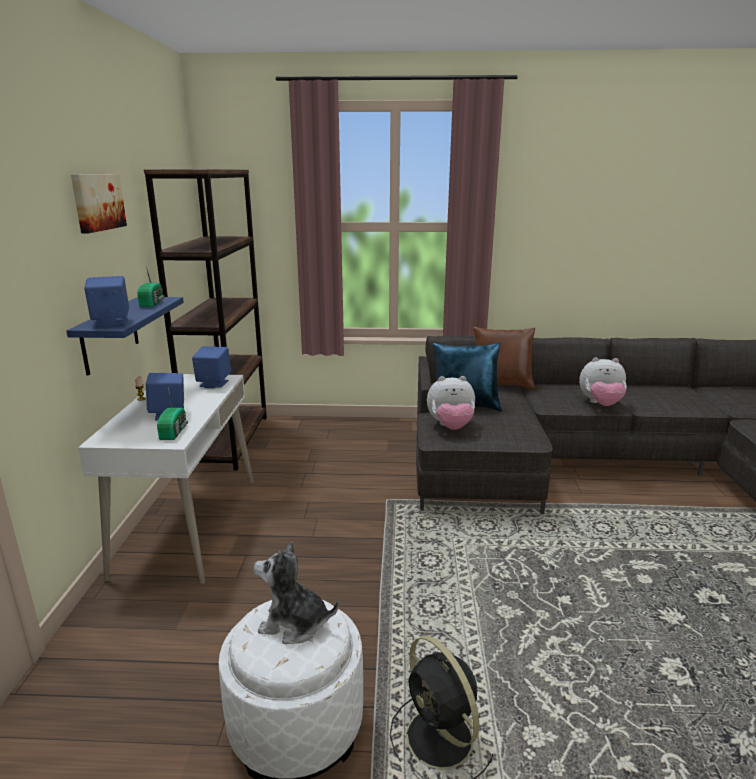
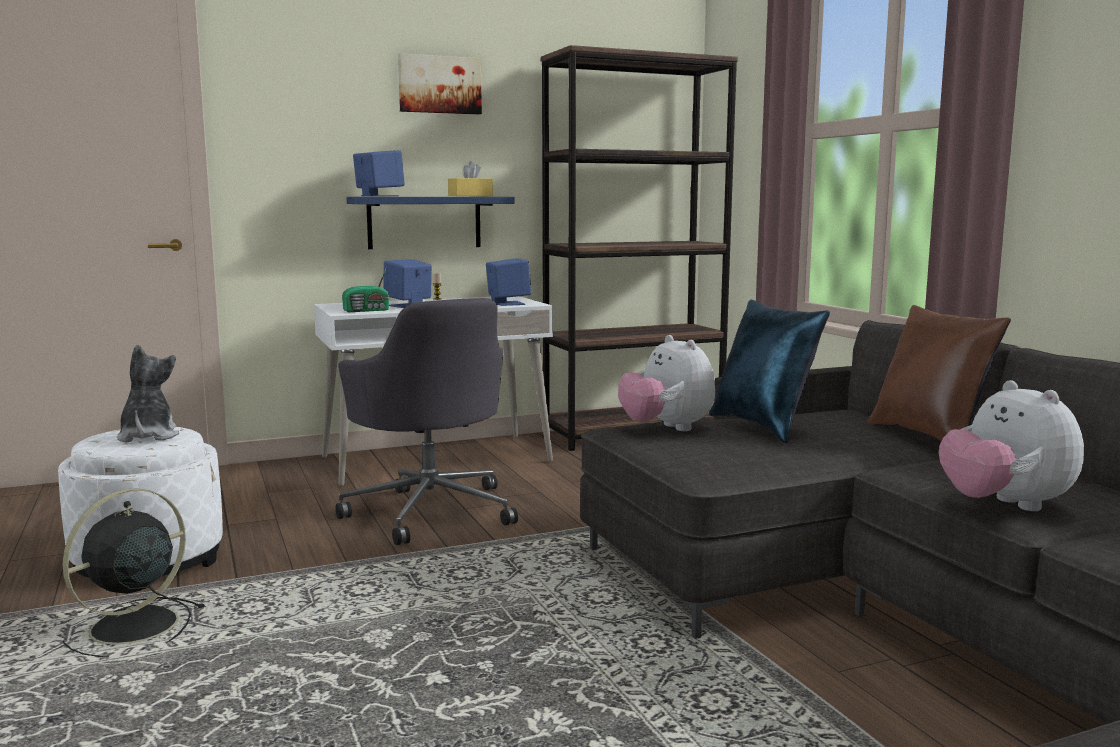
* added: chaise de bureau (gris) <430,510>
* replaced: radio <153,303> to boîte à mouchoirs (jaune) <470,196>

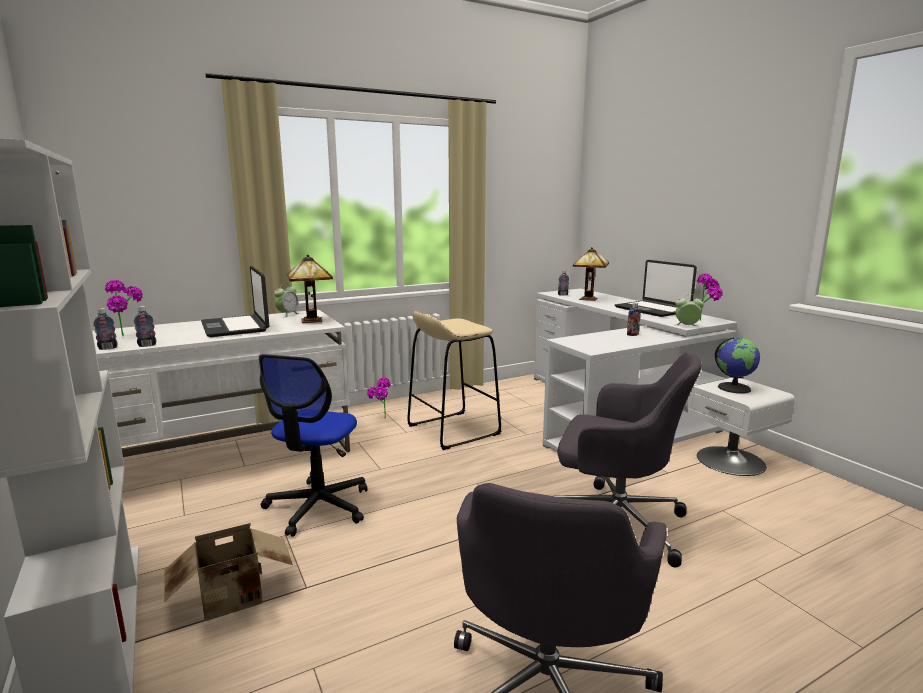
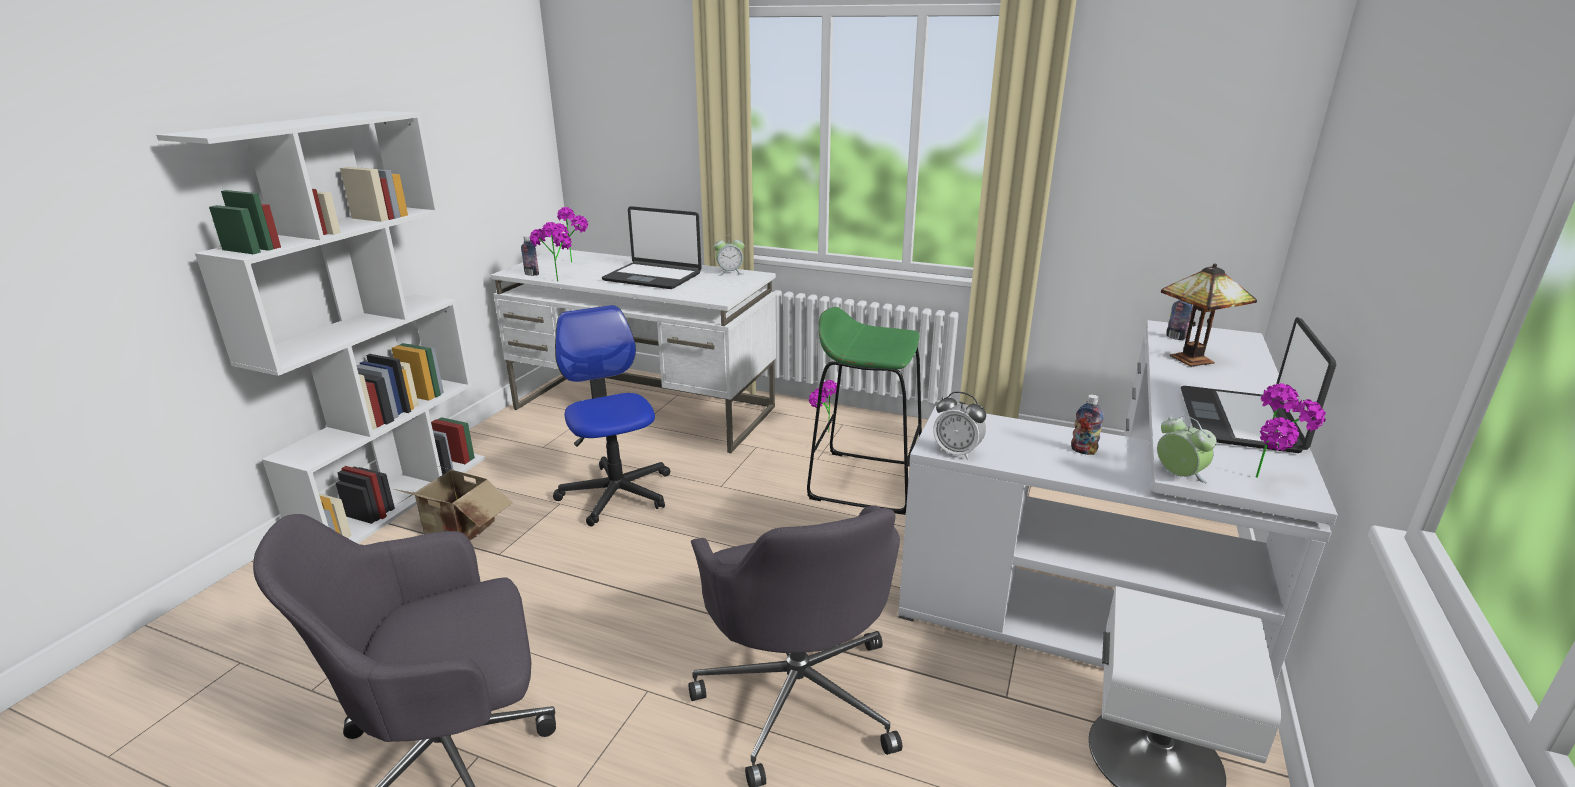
* removed: lampe de table <313,320>
* removed: globe <734,388>
* added: réveil <957,452>
* replaced: bouteille <147,345> to plante en pot <555,279>
* recoloured: tabouret (beige) <453,430> to tabouret (vert) <865,481>
* turned: ordinateur portable <236,327> = <653,277> 90 degrees counterclockwise
* turned: chaise de bureau <318,507> = <616,493> 90 degrees clockwise

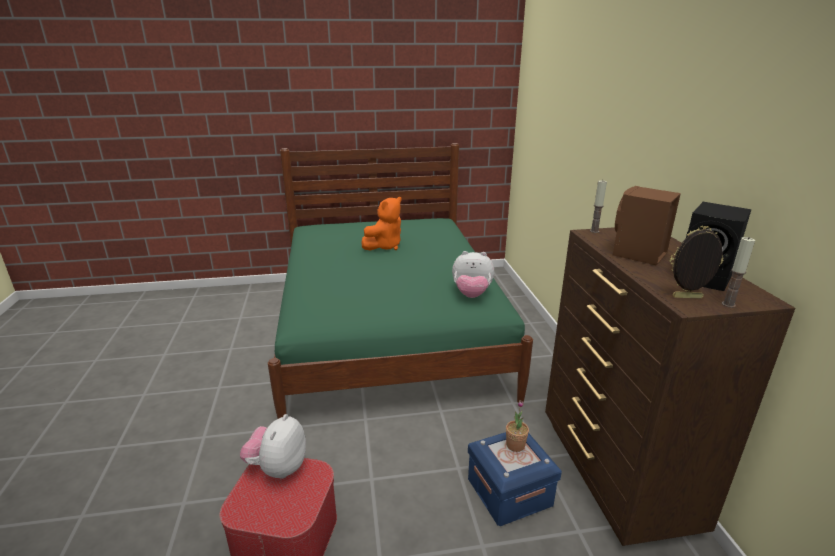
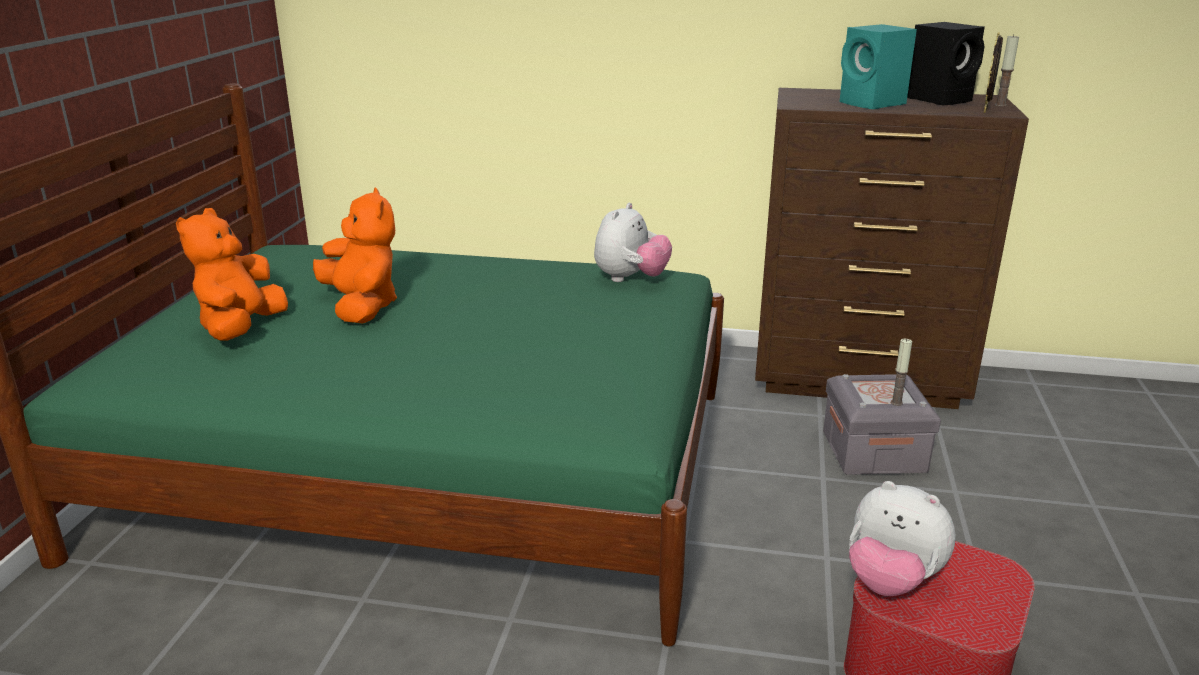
* removed: plante en pot <515,445>
* added: peluche (orange) <241,329>
* moved: bougie <594,231> to <896,402>
* recoloured: boîte de rangement (bleu) <509,492> to boîte de rangement (gris) <873,452>
* recoloured: enceinte (marron) <638,255> to enceinte (turquoise) <873,104>

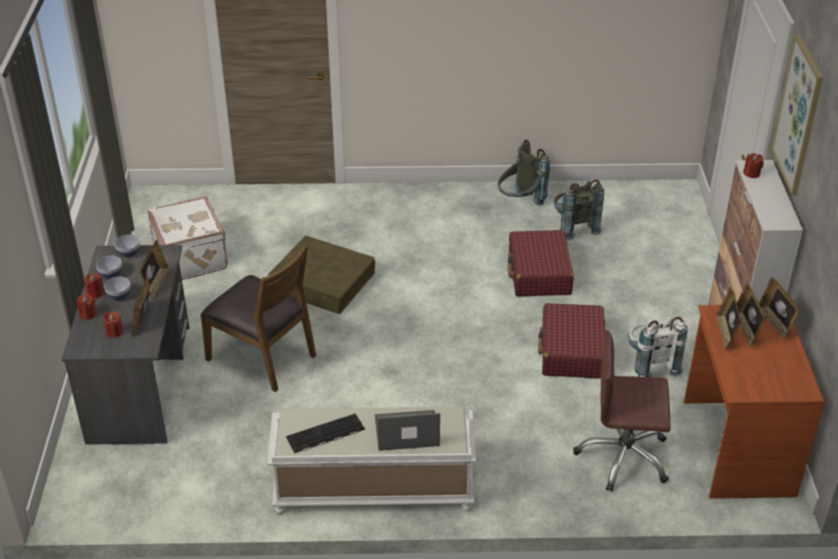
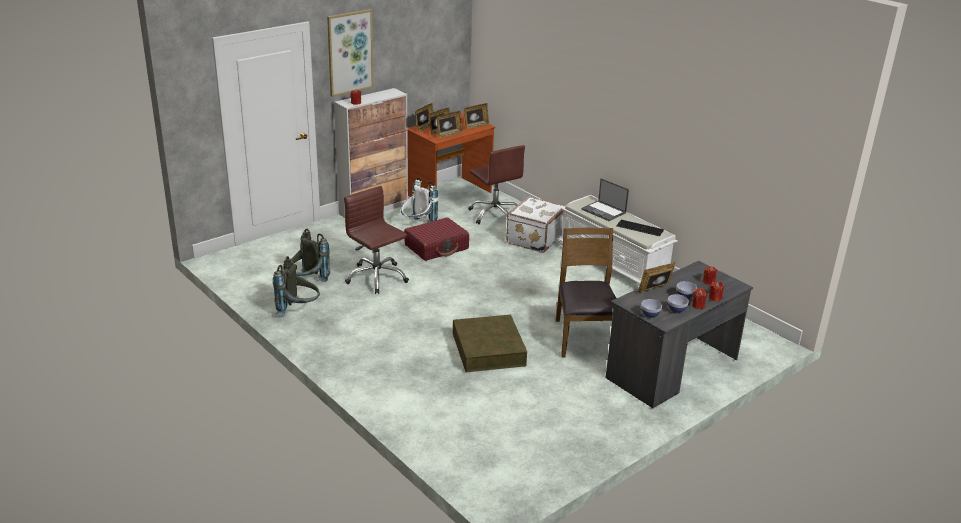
* moved: cadre photo <143,320> to <475,126>
* moved: valise (blanc) <192,257> to <534,239>
* replaced: valise (rouge) <539,273> to chaise de bureau (marron) <376,277>

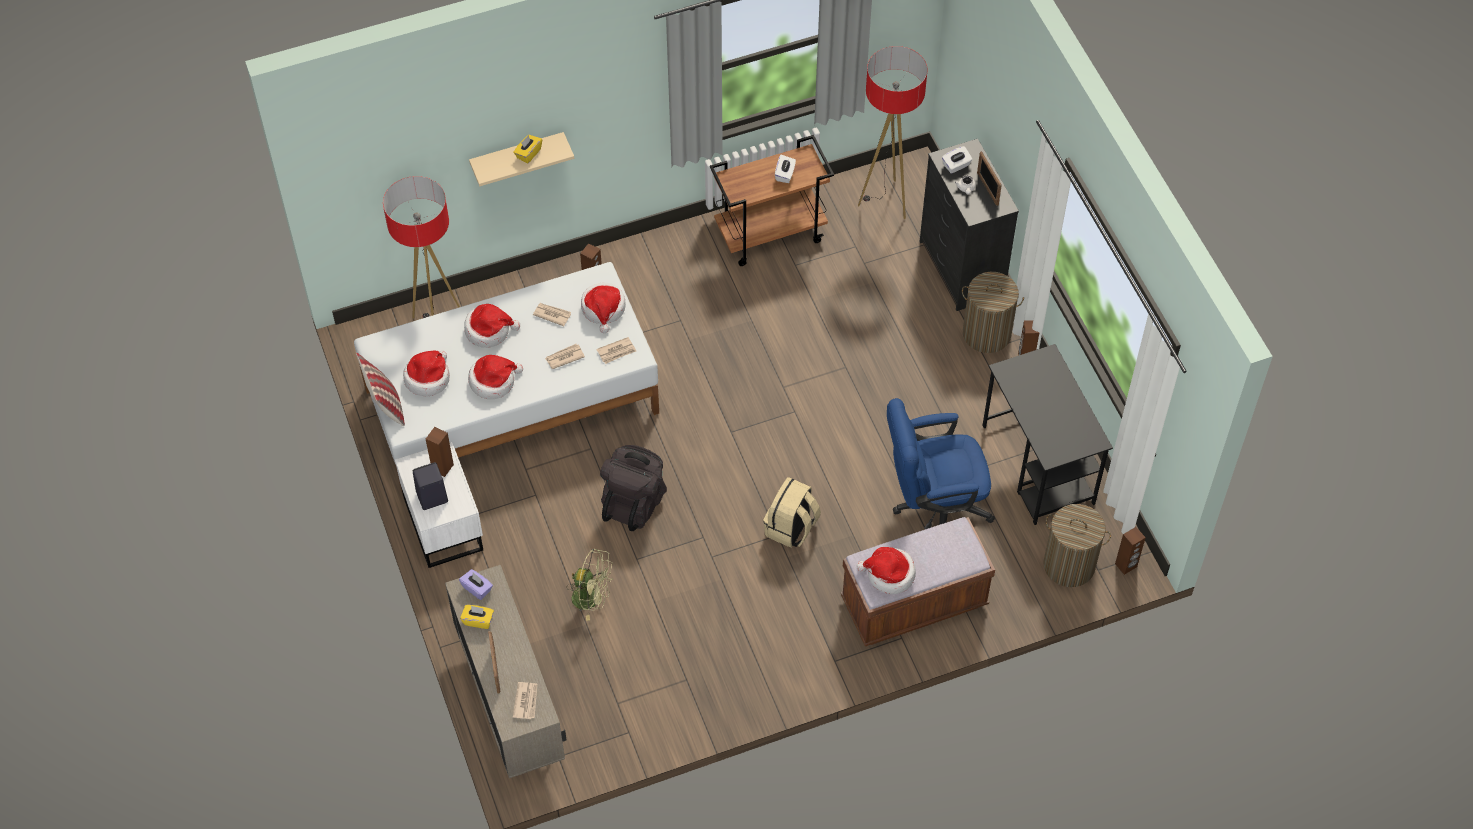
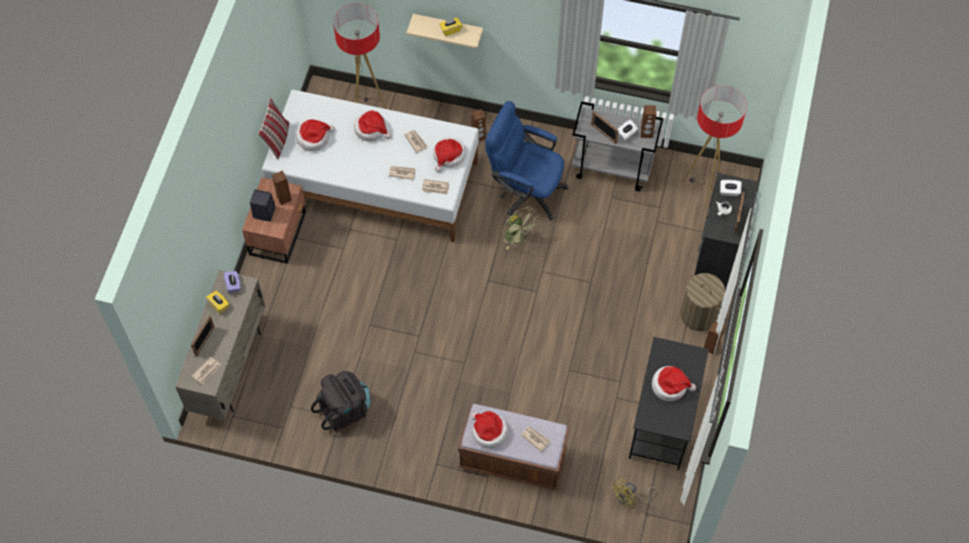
* removed: sac à dos (beige) <791,528>
* added: journal <535,438>
* added: cadre photo <603,134>
* moved: chapeau <493,381> to <670,386>
* moved: ventilateur (vert) <592,598> to <518,238>
* moved: sac à dos (noir) <634,502> to <345,410>
* moved: chaise de bureau (bleu) <933,505> to <525,190>
* moved: enceinte (marron) <1126,565> to <646,133>
* replaced: panier à linge <1069,565> to ventilateur (jaune) <630,498>
* recoloured: table de chevet (blanc) <444,522> to table de chevet (marron) <279,232>
* recoloured: chariot (marron) <771,233> to chariot (gris) <612,168>

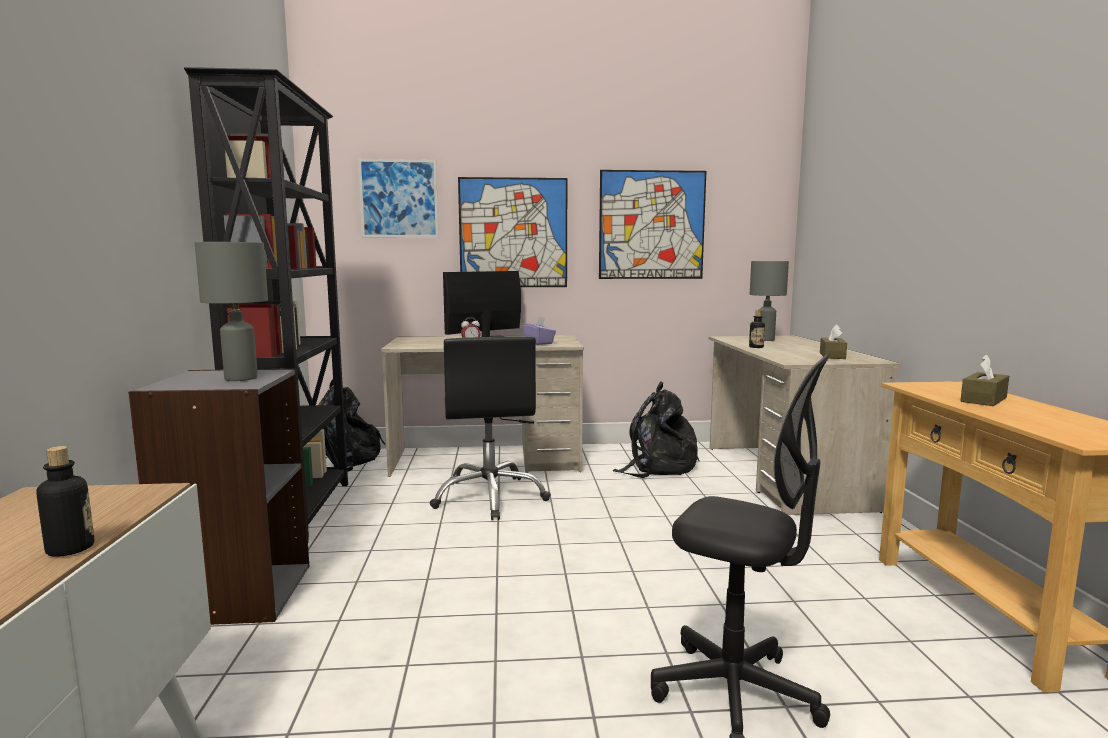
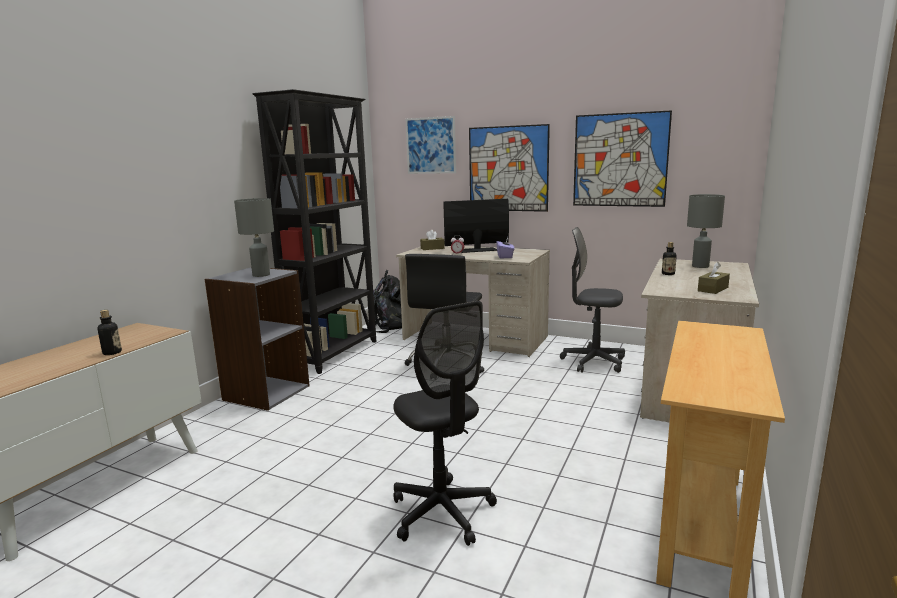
* moved: boîte à mouchoirs (marron) <983,399> to <432,248>
* replaced: sac à dos (noir) <657,466> to chaise de bureau (gris) <593,362>

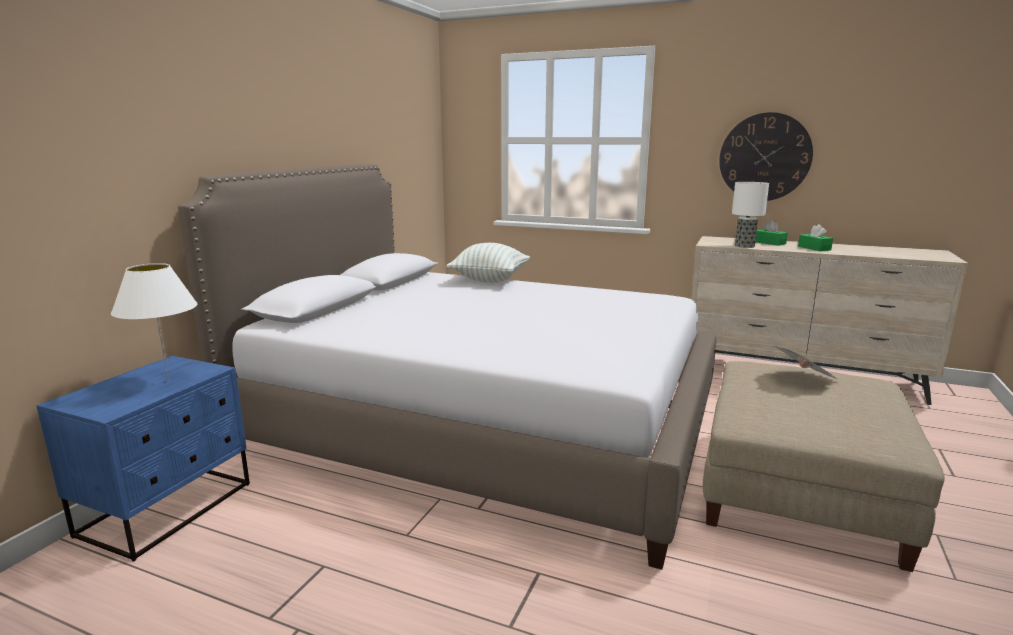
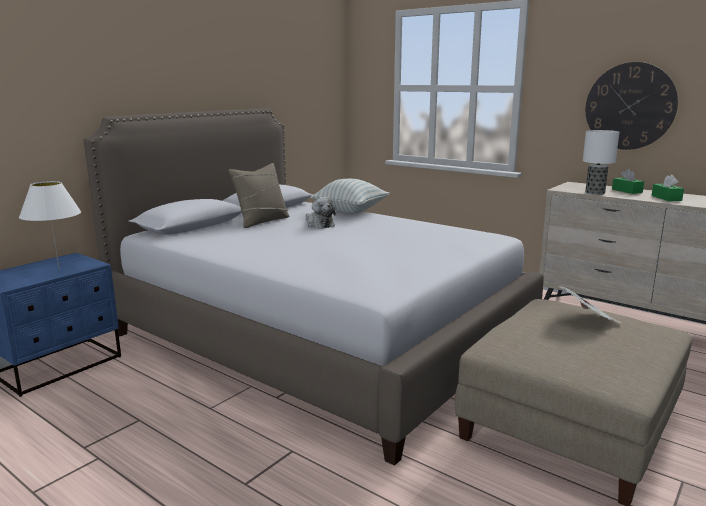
* added: coussin (beige) <262,221>
* added: peluche <319,224>

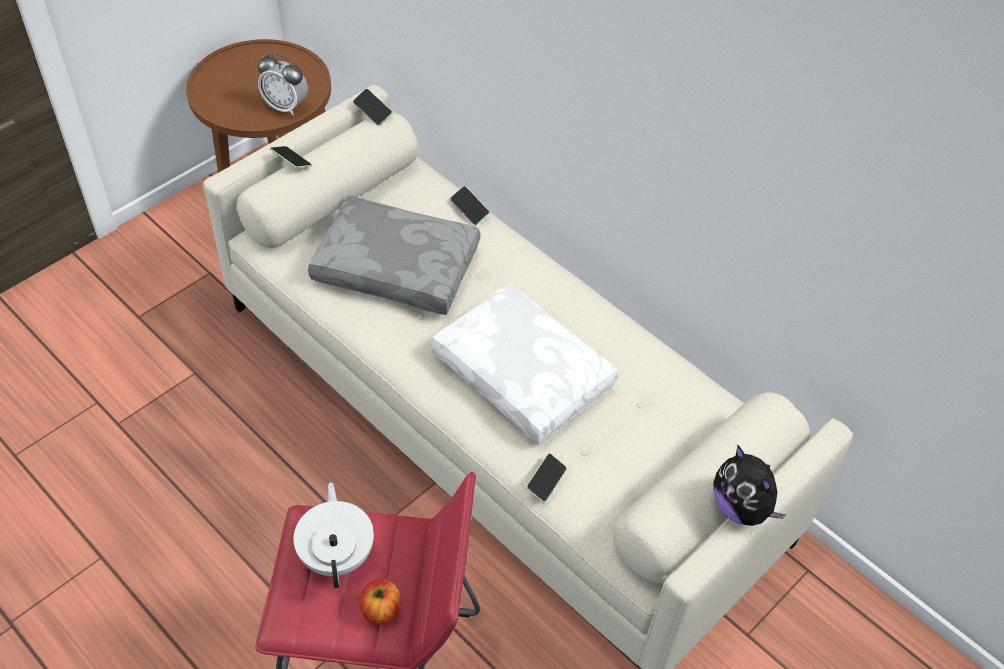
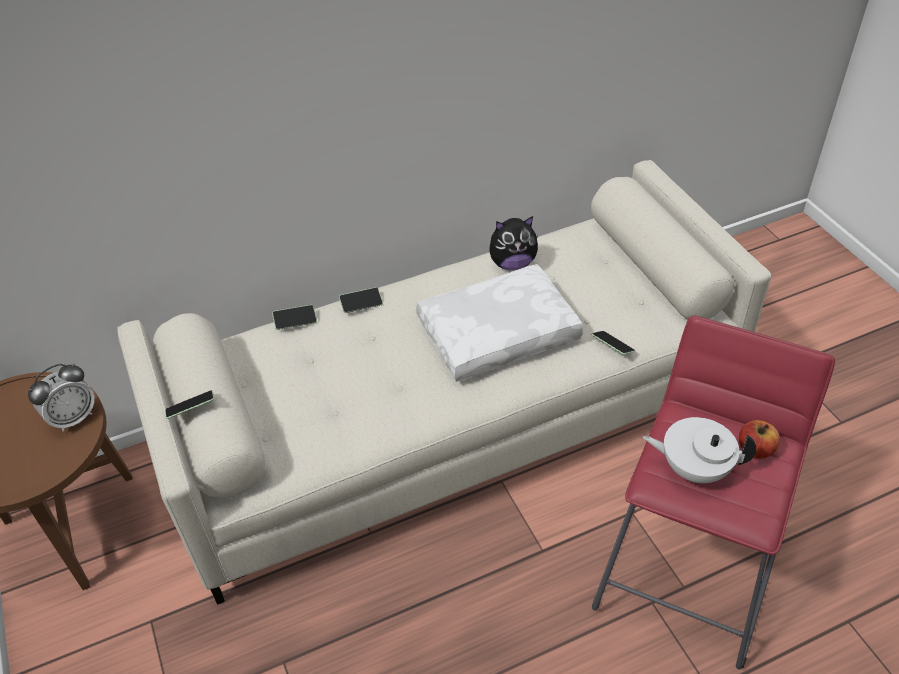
* removed: coussin (gris) <398,266>
* moved: téléphone <373,112> to <361,304>
* moved: peluche <741,507> to <512,263>

